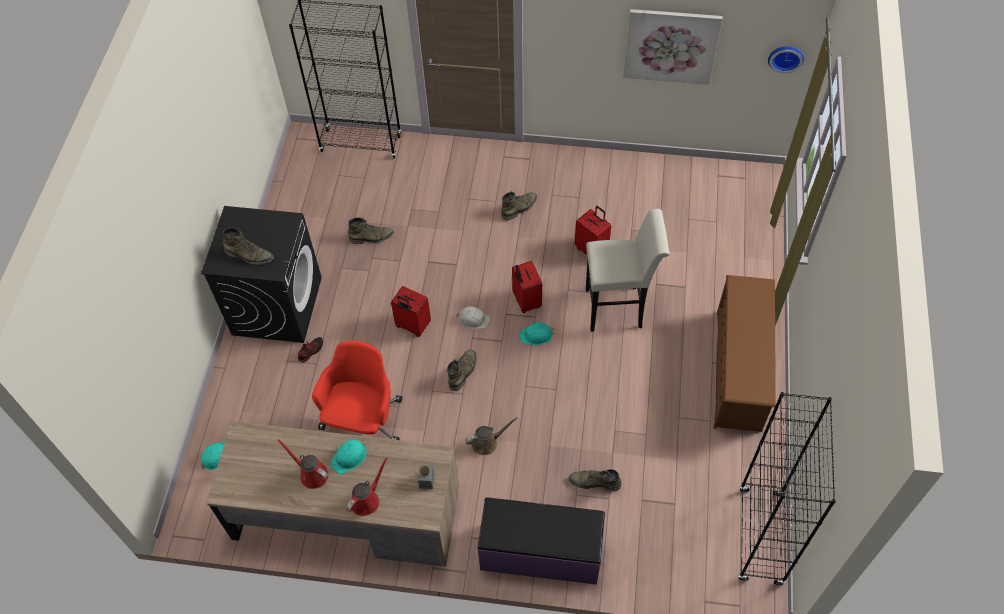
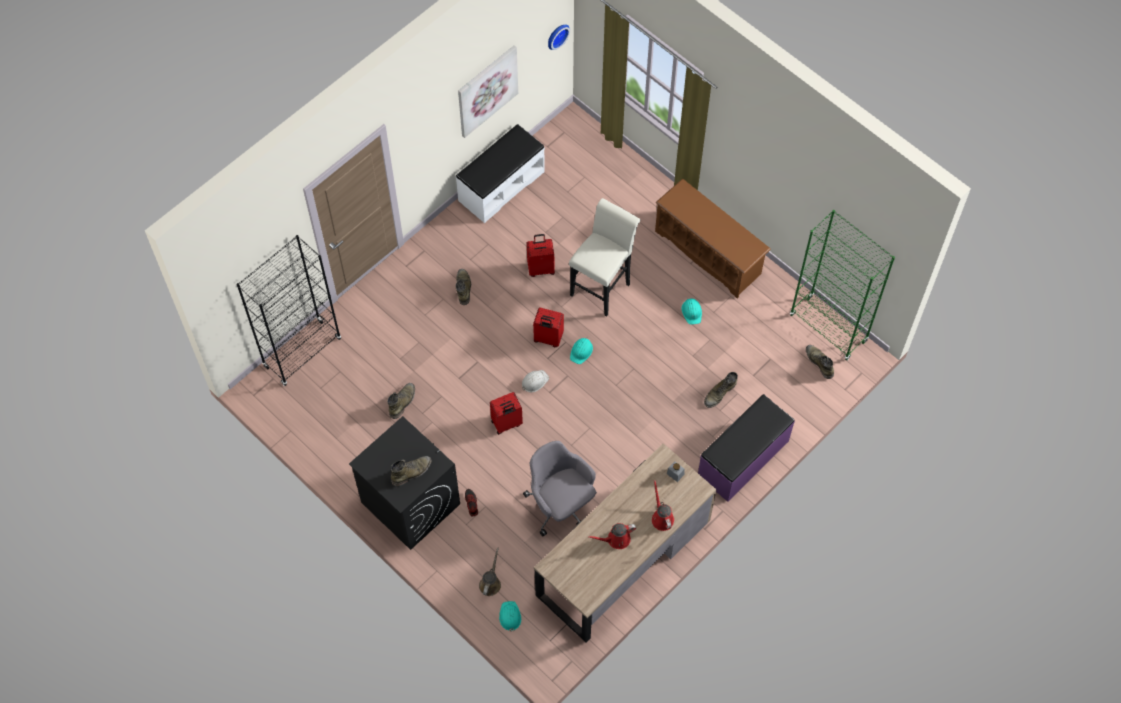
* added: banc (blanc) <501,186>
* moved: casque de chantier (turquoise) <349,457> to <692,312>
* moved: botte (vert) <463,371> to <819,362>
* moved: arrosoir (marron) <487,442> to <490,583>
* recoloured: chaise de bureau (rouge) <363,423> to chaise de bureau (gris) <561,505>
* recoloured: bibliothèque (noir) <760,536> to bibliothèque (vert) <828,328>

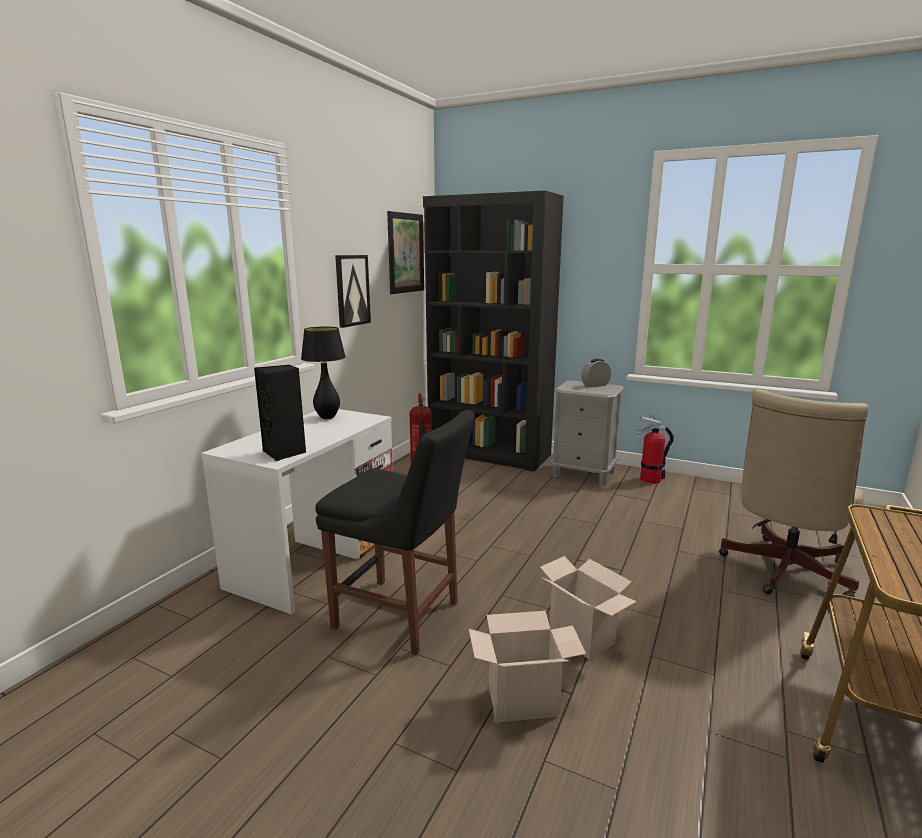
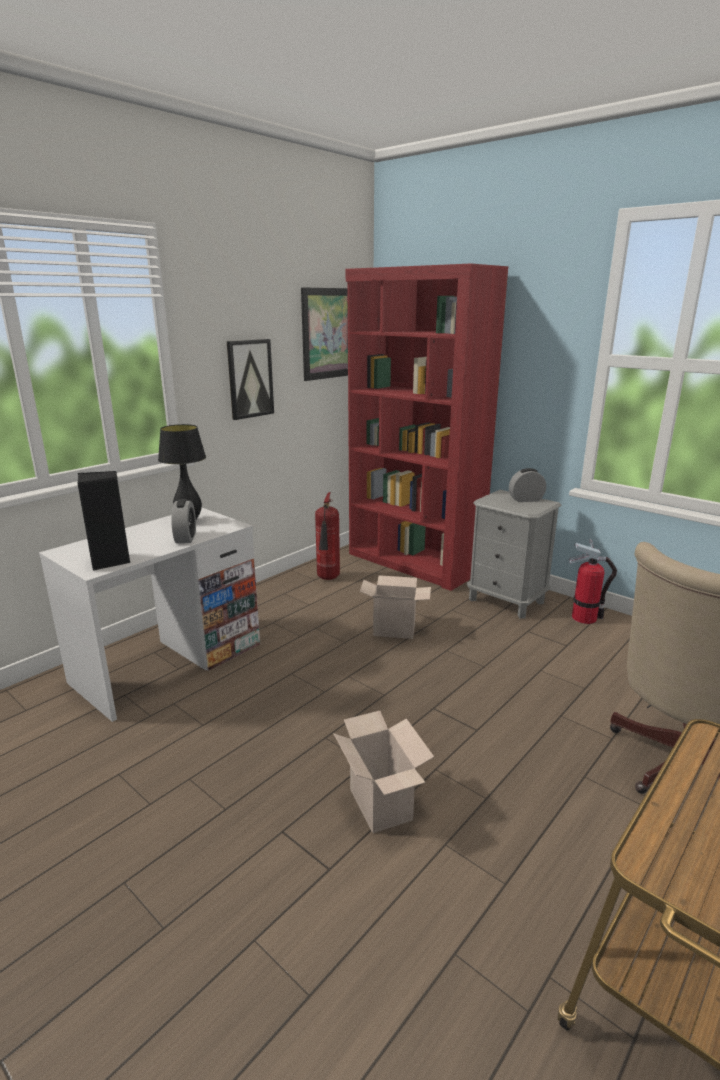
* removed: chaise (noir) <402,617>
* added: réveil <185,538>
* moved: carton <524,700> to <395,629>
* recoloured: bibliothèque (noir) <489,454> to bibliothèque (rouge) <413,563>

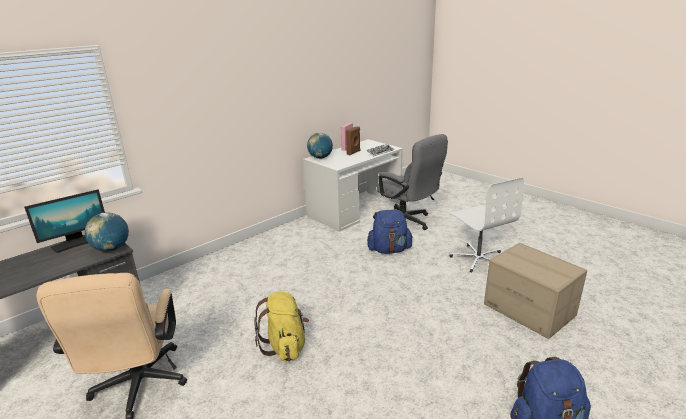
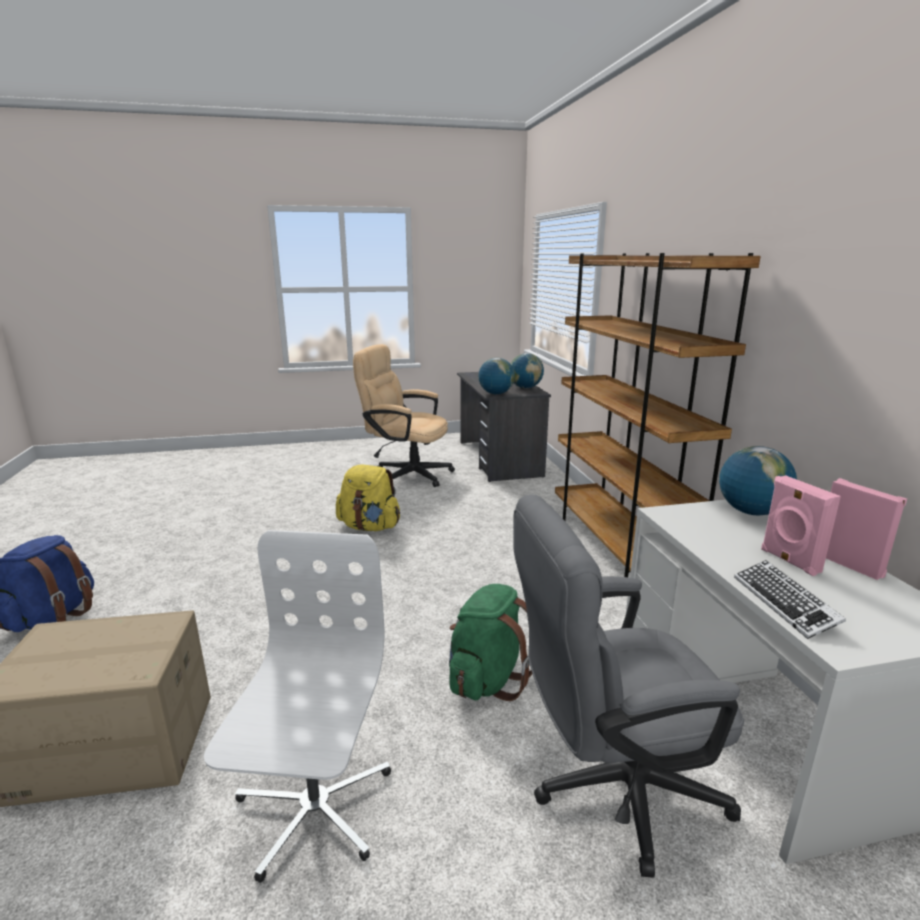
* added: bibliothèque (marron) <617,551>
* replaced: écran d'ordinateur <77,243> to globe <525,388>
* recoloured: enceinte (marron) <354,152> to enceinte (rose) <789,561>
* recoloured: sac à dos (bleu) <389,250> to sac à dos (vert) <488,679>
* turned: chaise de bureau (blanc) <478,258> = <313,807> 90 degrees clockwise

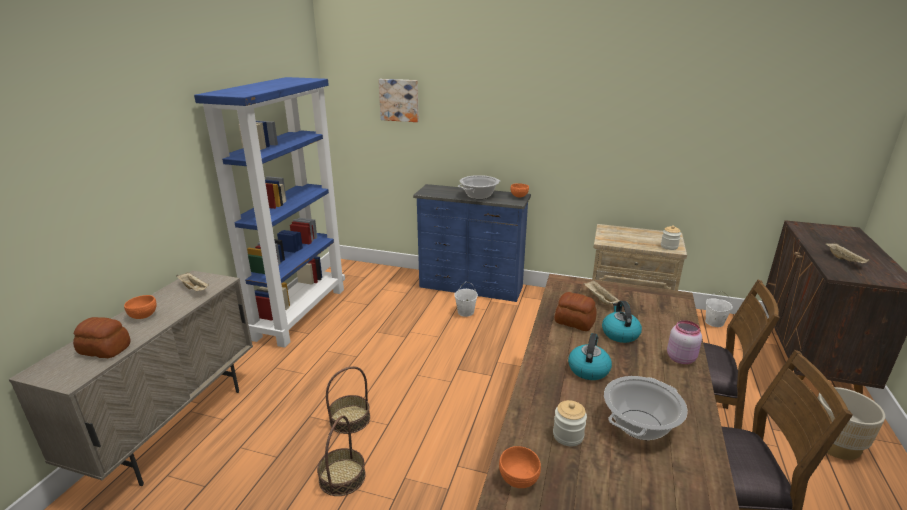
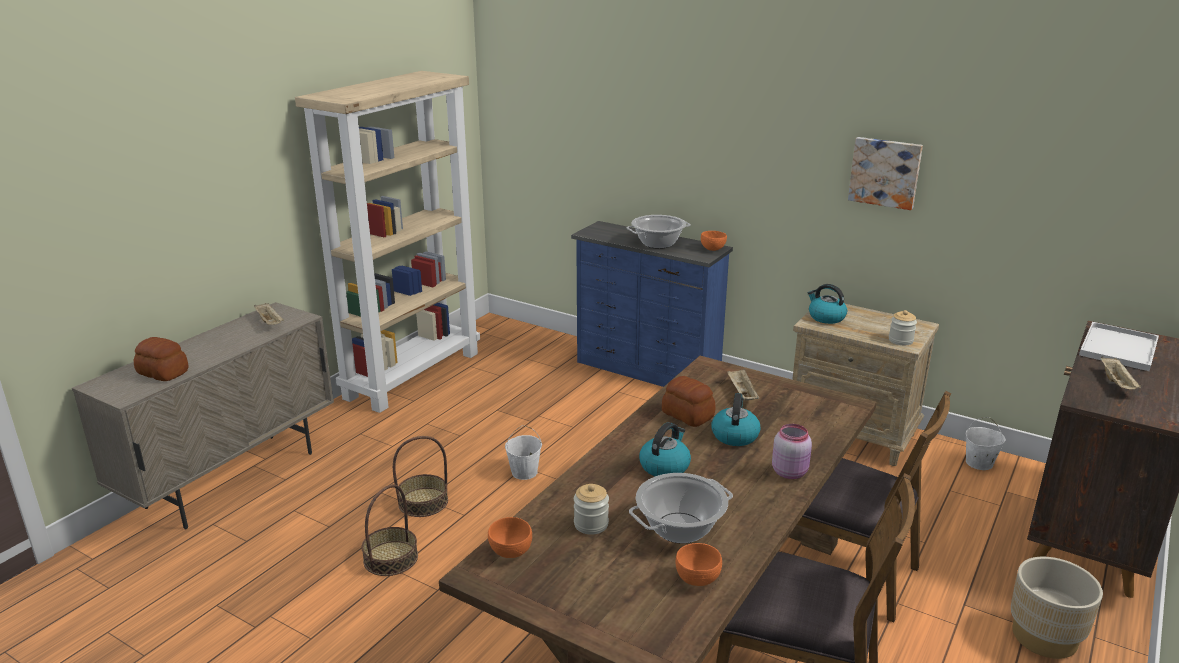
* added: bouilloire <826,317>
* added: plateau (blanc) <1119,349>
* moved: bol (orange) <144,316> to <698,580>
* moved: tableau <399,100> to <885,172>
* moved: seau (blanc) <465,312> to <524,472>
* recoloured: bibliothèque (bleu) <300,312> to bibliothèque (beige) <413,374>

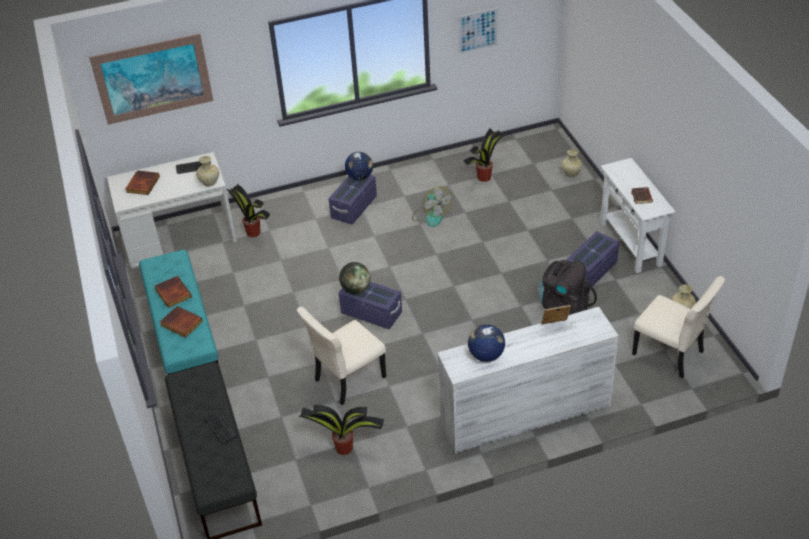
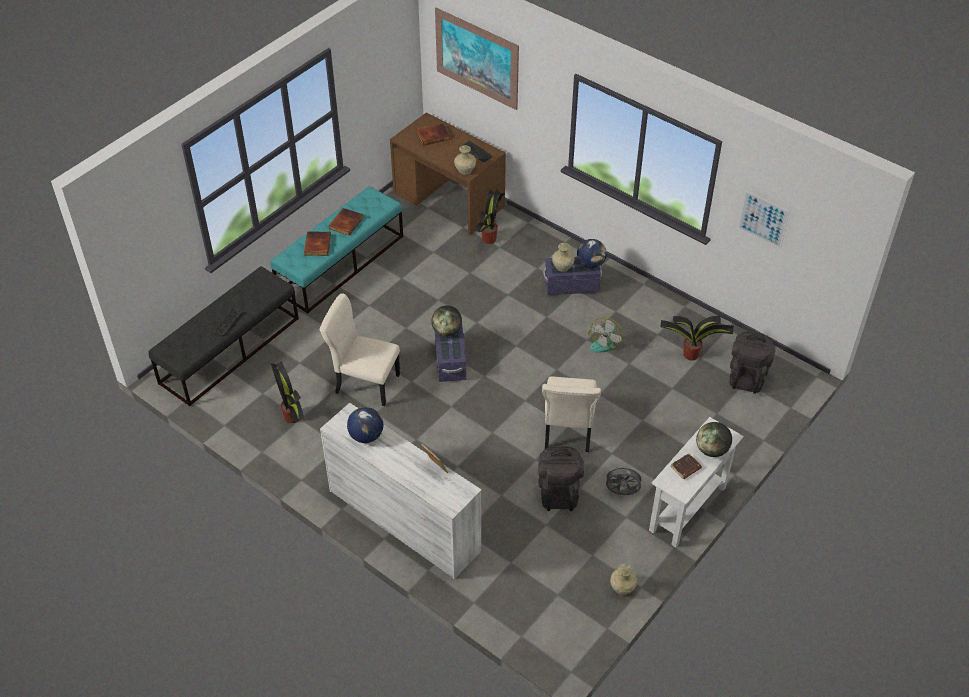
* added: globe <711,450>
* added: sac à dos (noir) <747,376>
* moved: vase (beige) <571,174> to <562,268>
* moved: chaise (beige) <670,354> to <567,431>
* replaced: boîte de rangement (violet) <590,272> to ventilateur (gris) <621,493>
* recoloured: bureau (blanc) <179,237> to bureau (marron) <449,199>

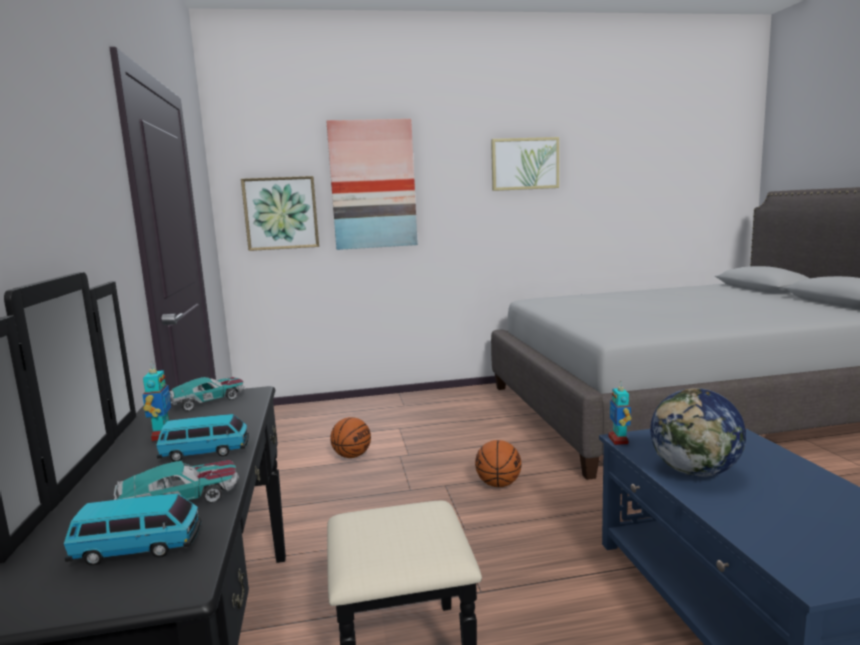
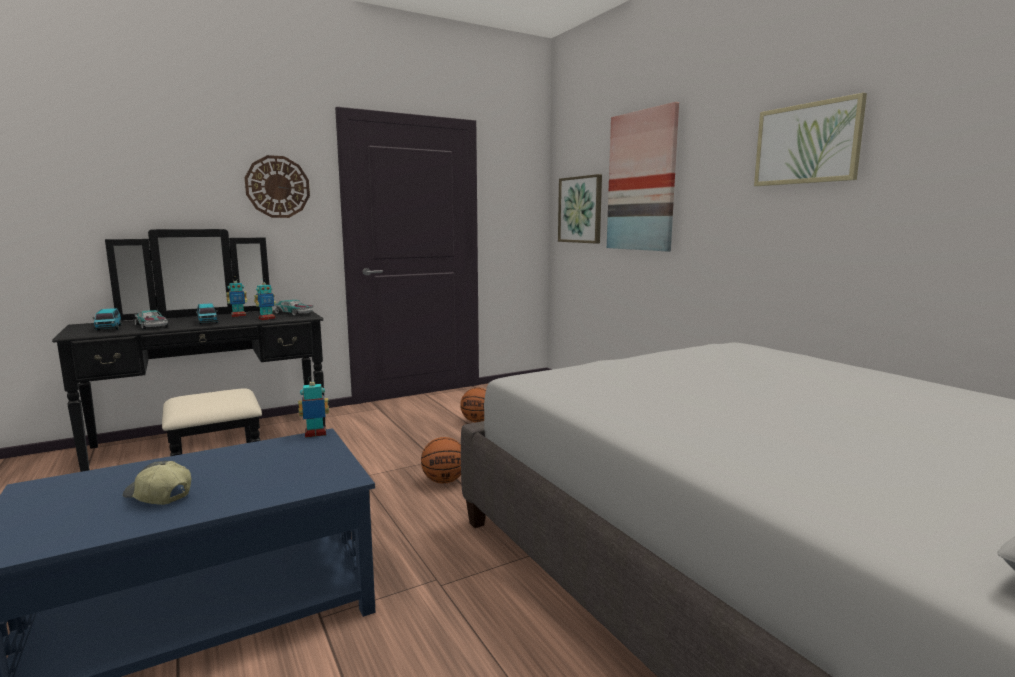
* removed: globe <695,472>
* added: casquette <158,496>
* added: horloge murale <277,187>
* added: robot jouet <267,319>

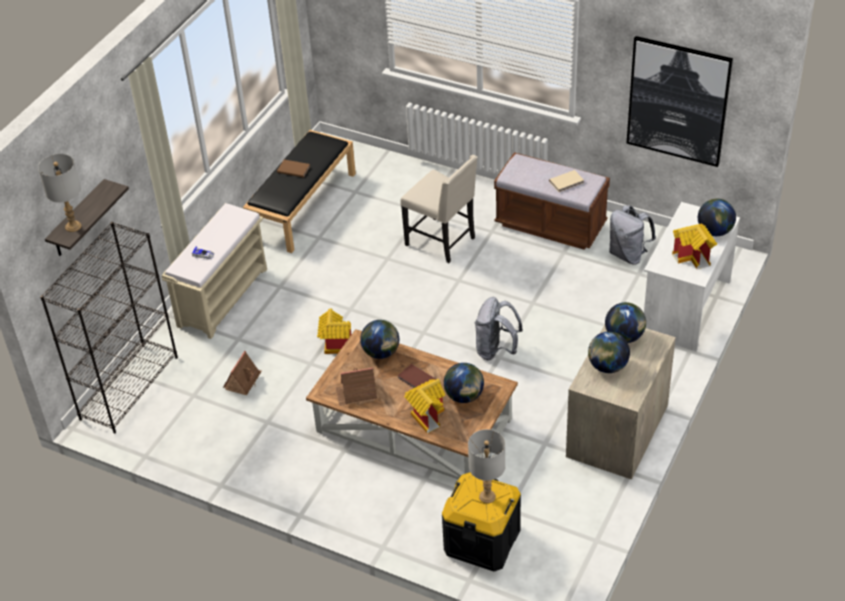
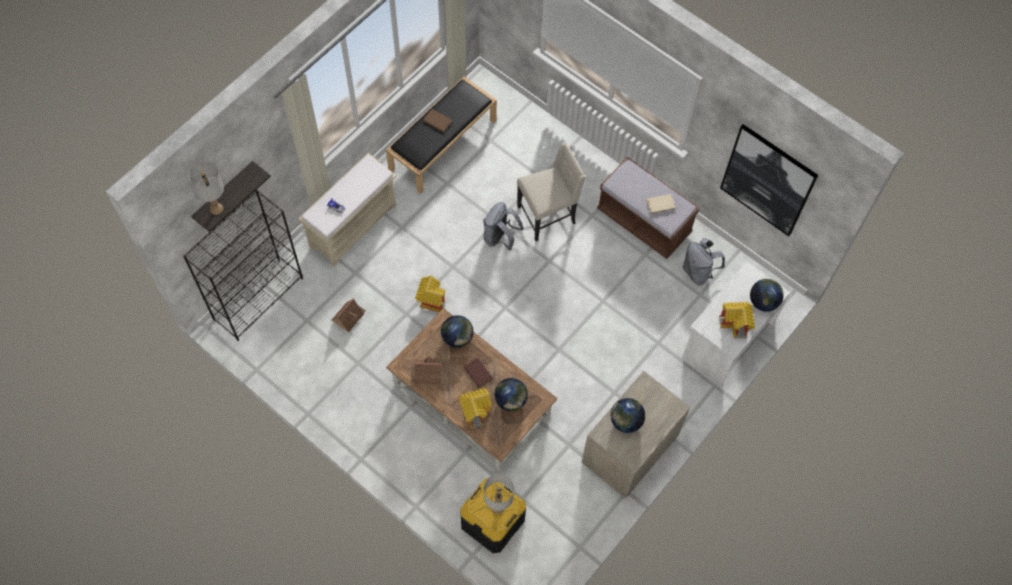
* removed: globe <624,336>
* moved: sac à dos (gris) <496,350> to <500,238>
* turned: chaise (beige) <442,241> = <547,215> 75 degrees counterclockwise

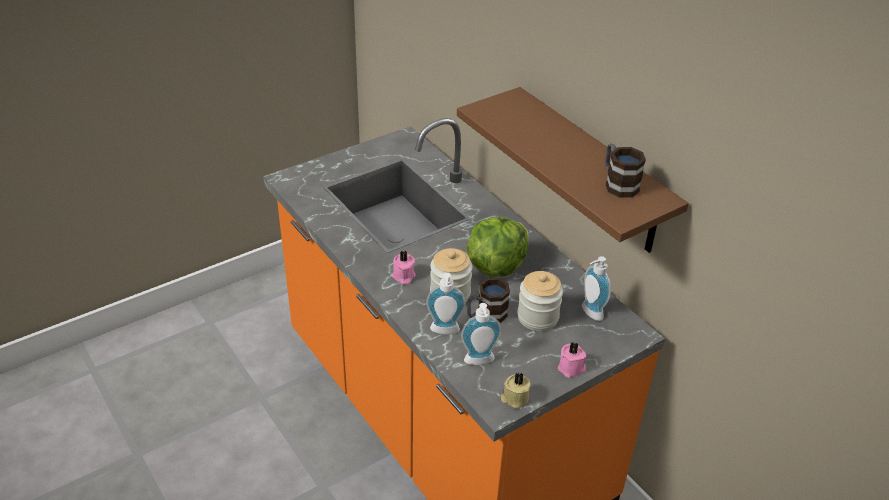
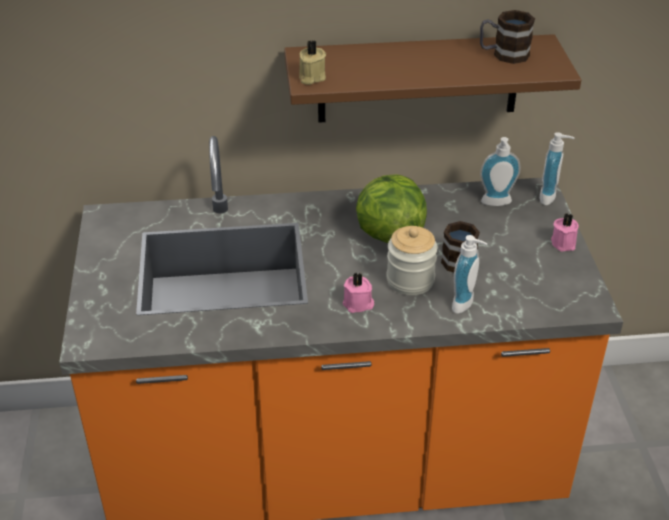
* removed: bocal <537,317>
* moved: distributeur de savon <479,362> to <551,197>
* moved: bougie (beige) <514,398> to <311,77>

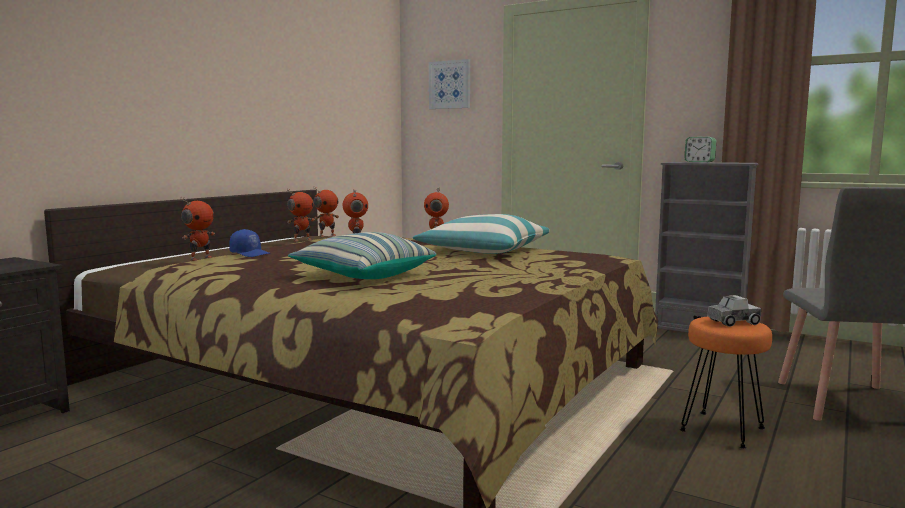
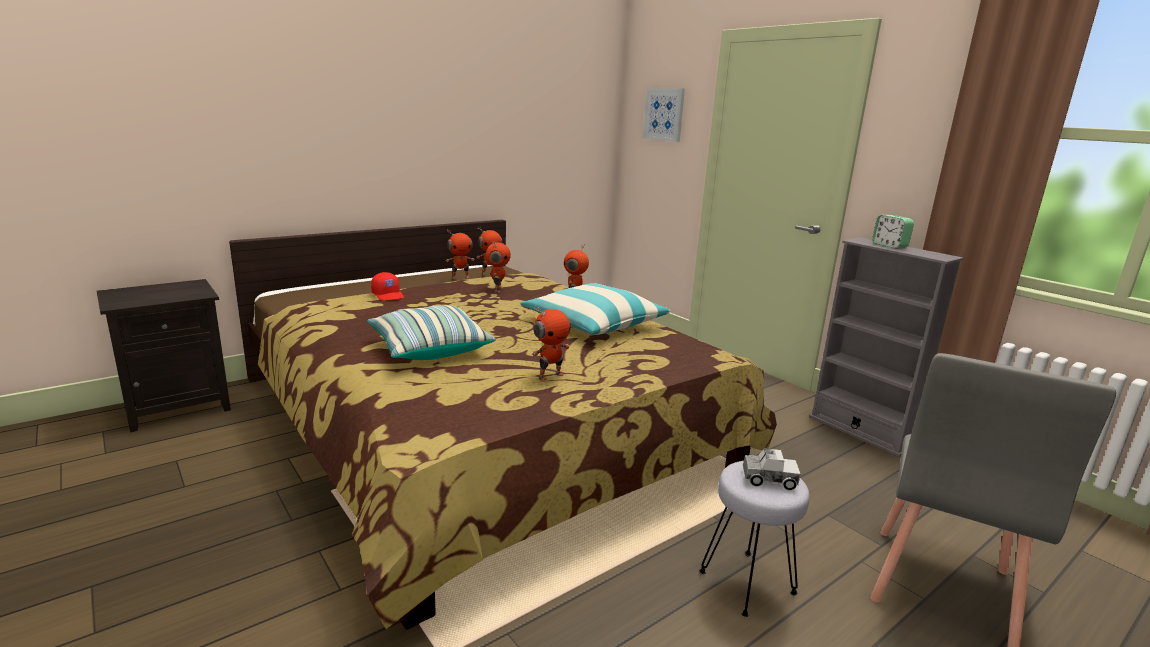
* moved: robot jouet <200,258> to <550,375>
* recoloured: casquette (bleu) <250,254> to casquette (rouge) <388,295>
* recoloured: tabouret (orange) <723,430> to tabouret (gris) <747,583>

